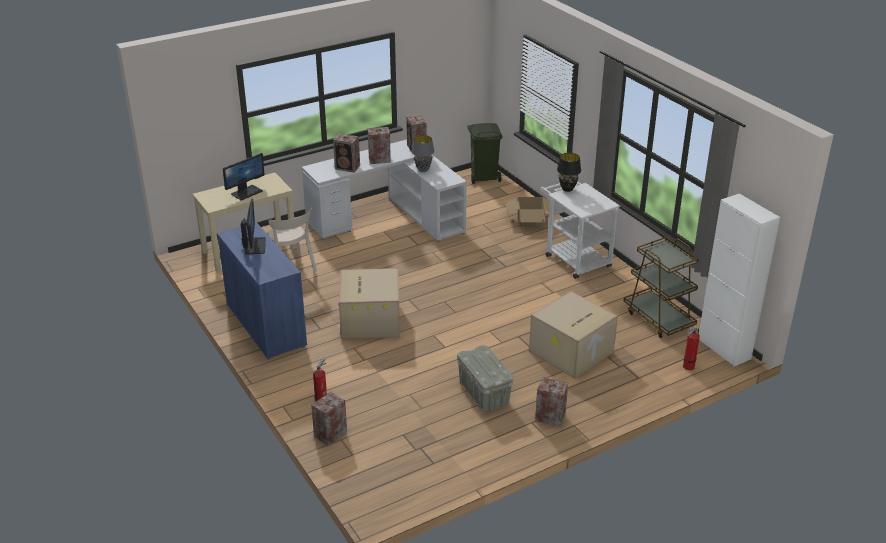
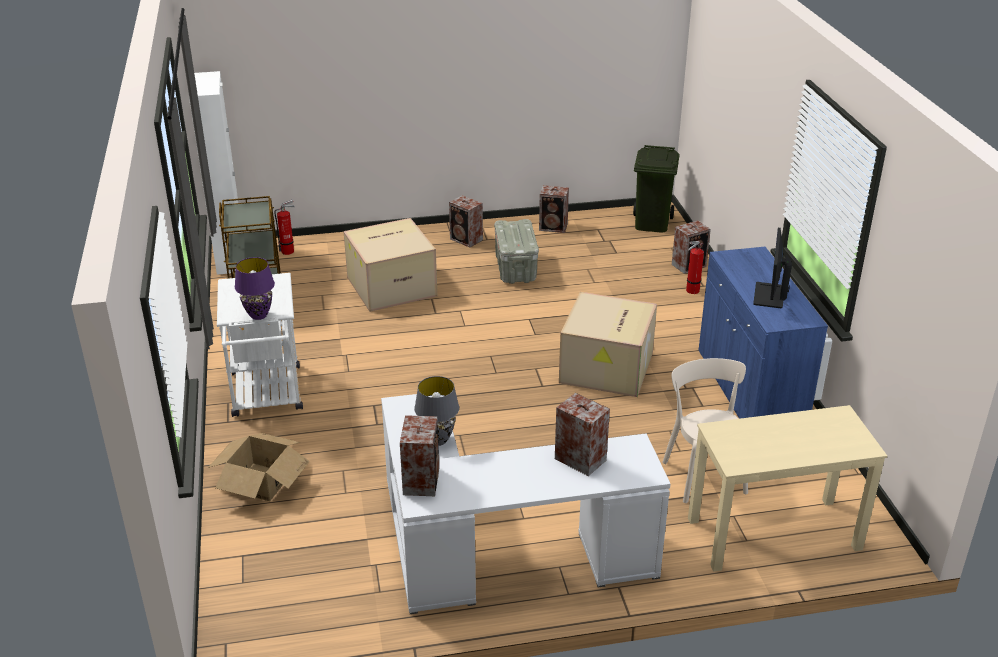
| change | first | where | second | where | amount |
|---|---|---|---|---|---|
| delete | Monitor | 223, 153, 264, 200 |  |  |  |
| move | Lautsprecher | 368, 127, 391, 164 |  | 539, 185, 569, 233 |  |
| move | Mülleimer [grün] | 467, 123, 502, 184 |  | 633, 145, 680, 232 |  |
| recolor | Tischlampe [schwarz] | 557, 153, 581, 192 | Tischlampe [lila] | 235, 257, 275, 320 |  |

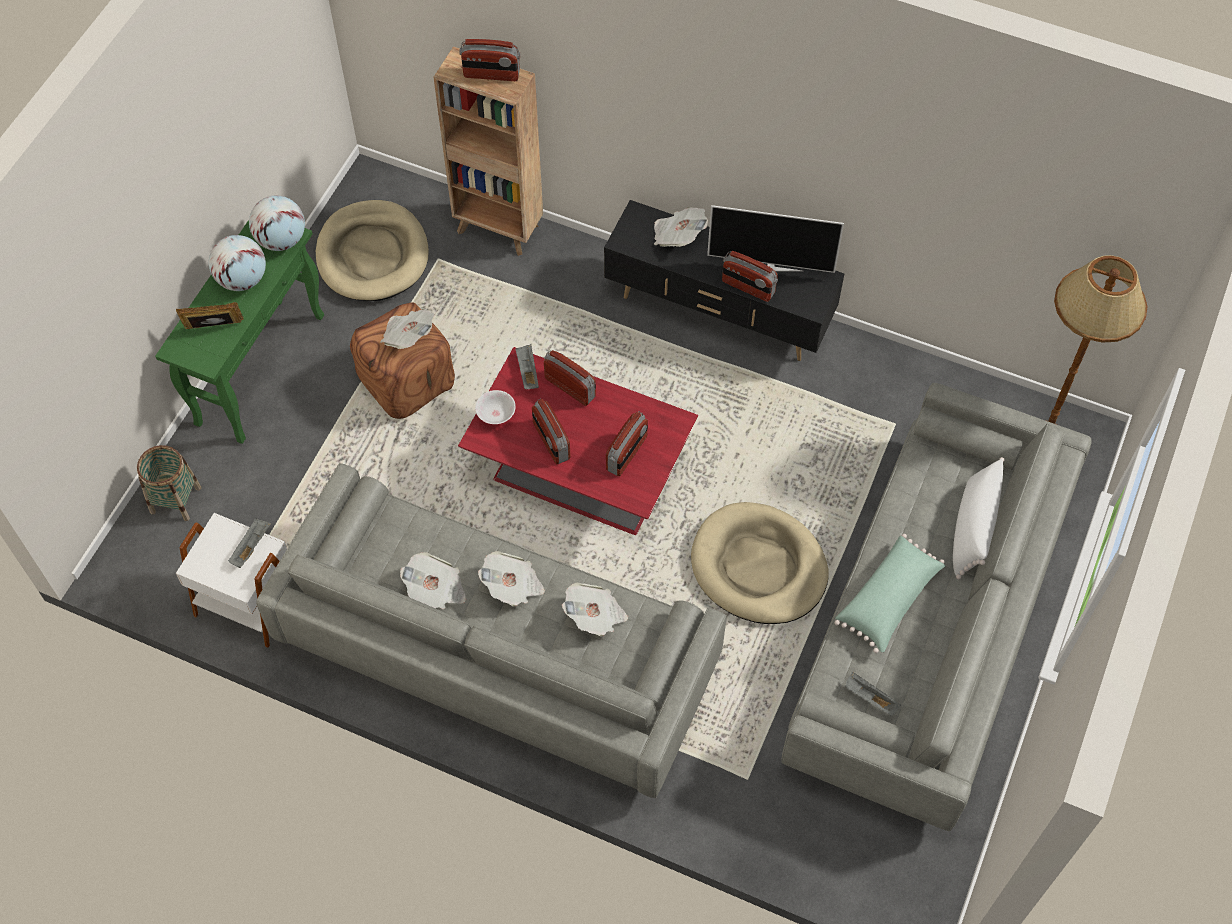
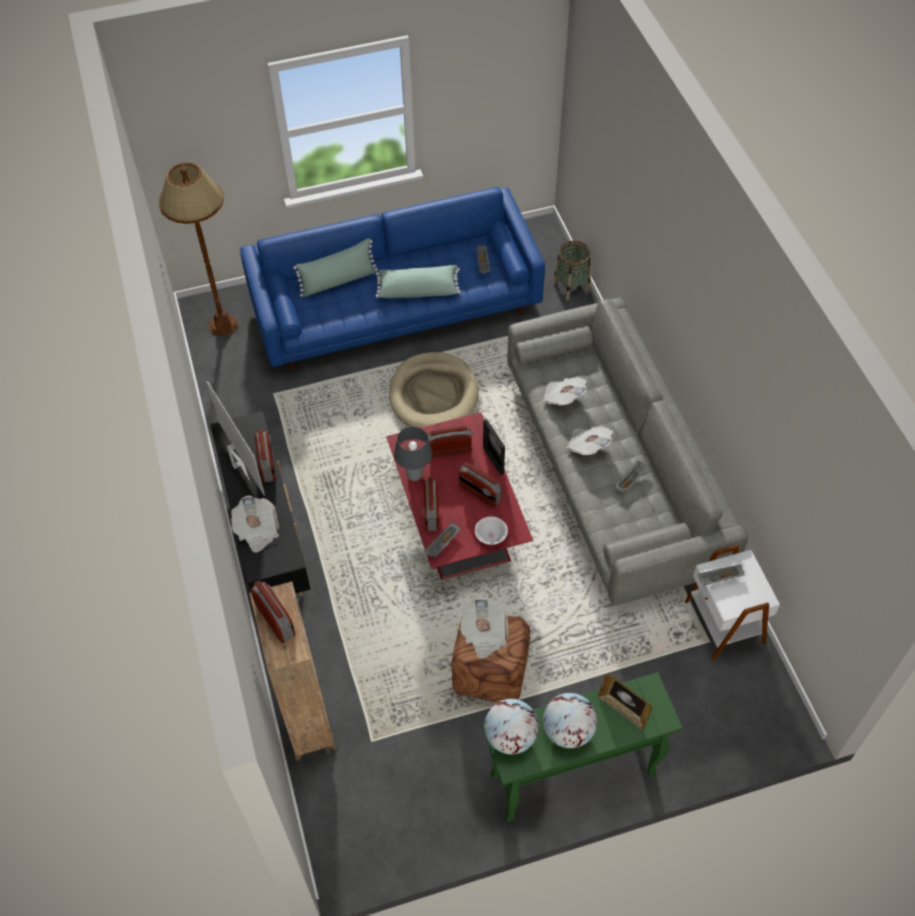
| change | first | where | second | where | amount |
|---|---|---|---|---|---|
| delete | Hundebett [beige] | 316, 200, 429, 301 |  |  |  |
| insert |  |  | Tischlampe [grau] | 394, 426, 432, 481 |  |
| insert |  |  | Bilderrahmen | 483, 419, 505, 475 |  |
| move | Korb | 137, 445, 201, 521 |  | 553, 241, 590, 300 |  |
| replace | Zeitung | 400, 552, 466, 609 | Tablett [grau] | 614, 461, 649, 492 |  |
| recolor | Sofa [grau] | 781, 383, 1092, 831 | Sofa [blau] | 240, 187, 545, 370 |  |
| recolor | Kissen [weiß] | 953, 457, 1004, 579 | Kissen [grün] | 293, 238, 378, 297 |  |
| rotate | Radio | 532, 398, 571, 464 |  | 459, 463, 502, 508 | 105 degrees clockwise |

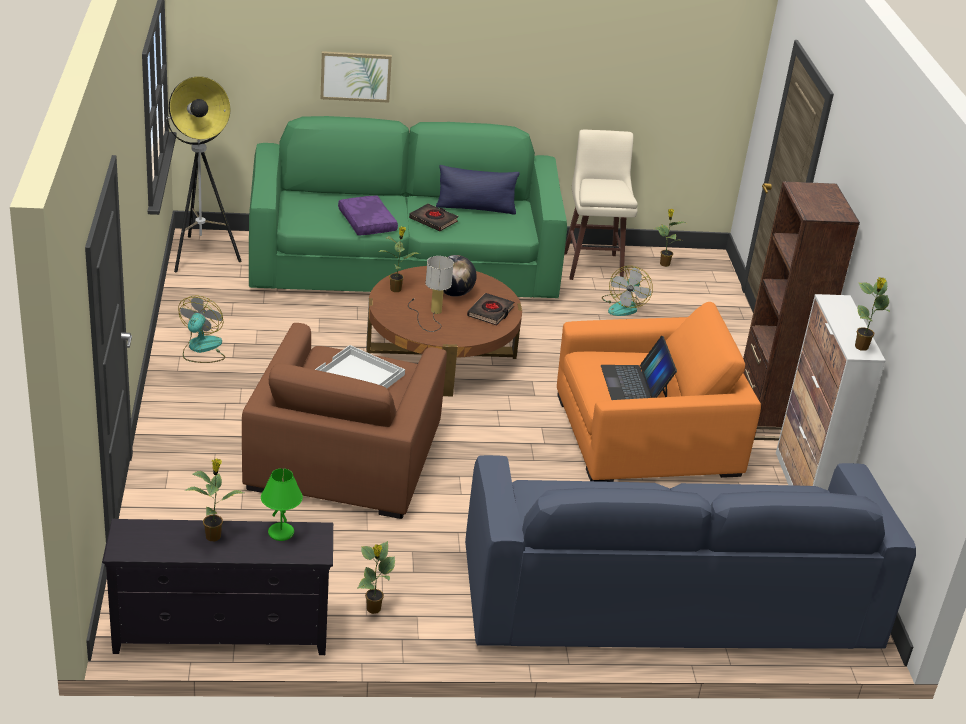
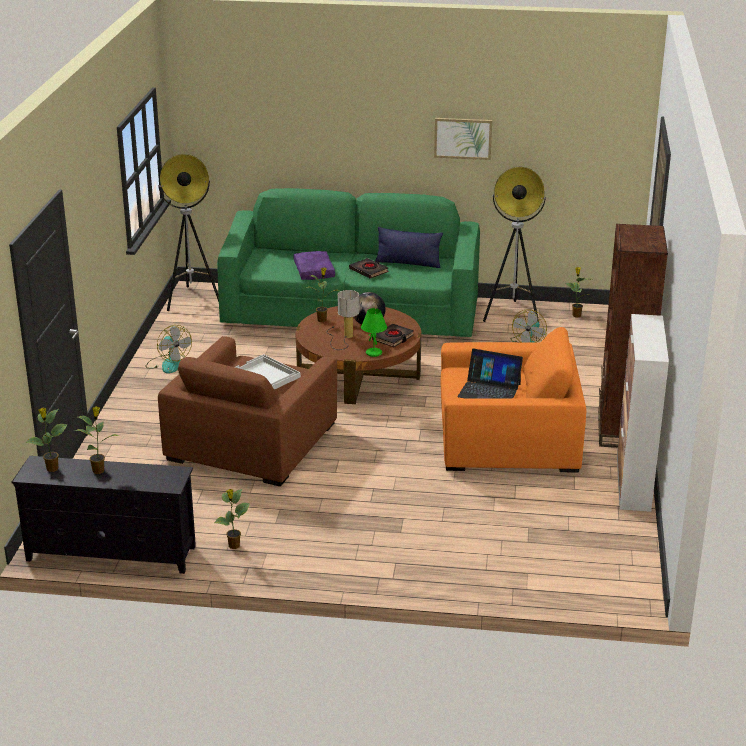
| change | first | where | second | where | amount |
|---|---|---|---|---|---|
| delete | Sofa [blau] | 465, 455, 916, 649 |  |  |  |
| move | Tischlampe [grün] | 261, 468, 303, 541 |  | 361, 308, 387, 357 |  |
| move | Bild | 321, 51, 392, 103 |  | 434, 118, 492, 160 |  |
| move | Topfpflanze | 855, 277, 891, 351 |  | 25, 408, 68, 472 |  |
| replace | Hocker [beige] | 564, 130, 638, 280 | Stehlampe | 483, 167, 546, 322 |  |
| rotate | Ventilator | 178, 296, 225, 363 |  | 146, 325, 192, 374 | 120 degrees clockwise |
| rotate | Laptop | 601, 336, 677, 400 |  | 457, 349, 523, 399 | 75 degrees counterclockwise |

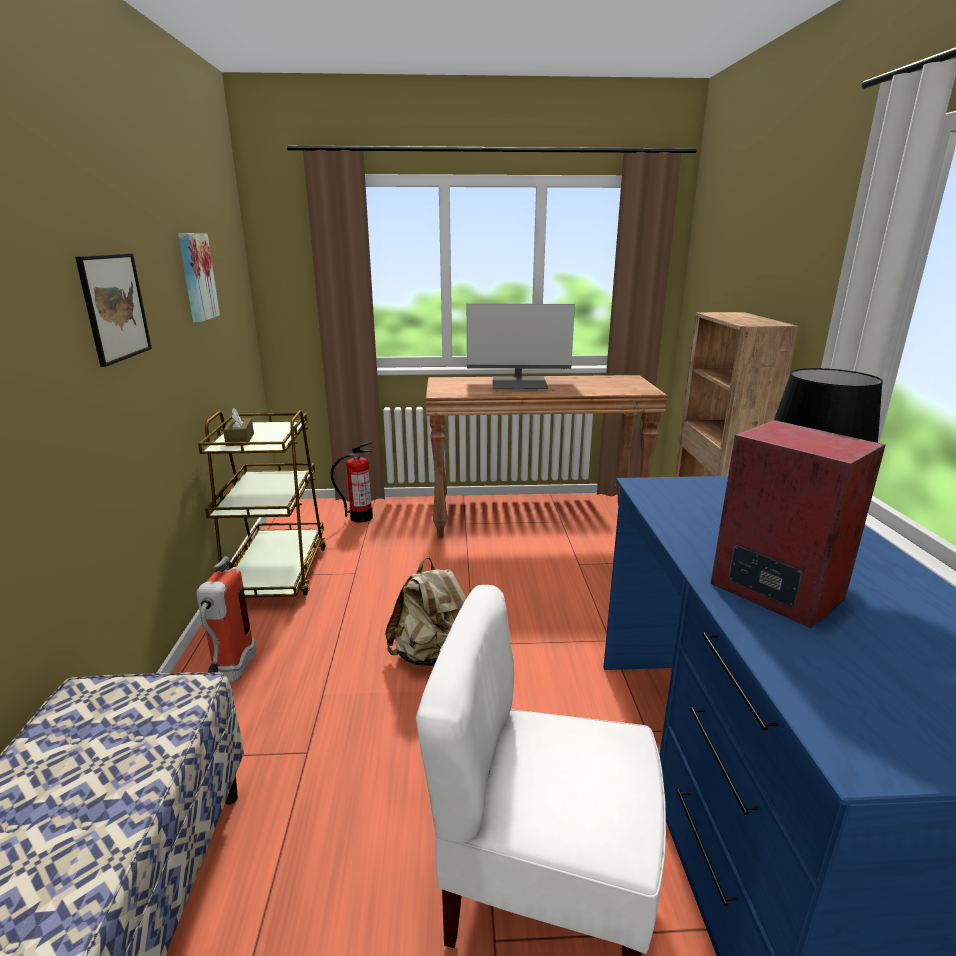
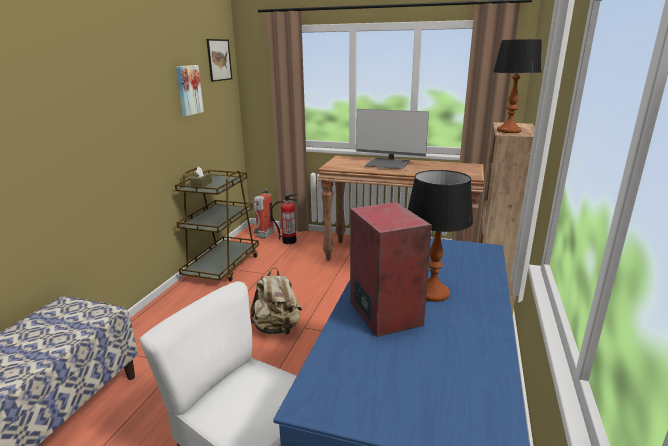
| change | first | where | second | where | amount |
|---|---|---|---|---|---|
| insert |  |  | Tischlampe | 493, 39, 542, 133 |  |
| move | Bild | 75, 254, 152, 367 |  | 206, 39, 232, 82 |  |
| move | Feuerlöscher | 196, 556, 256, 682 |  | 254, 189, 275, 238 |  |

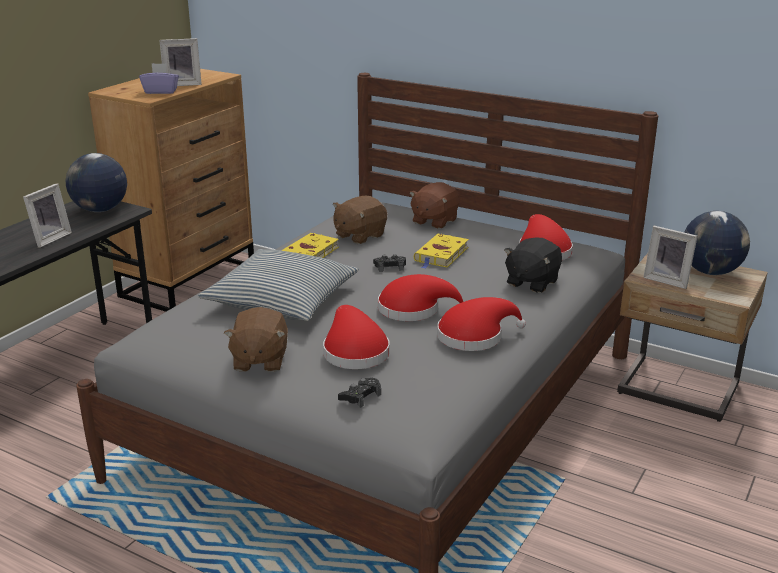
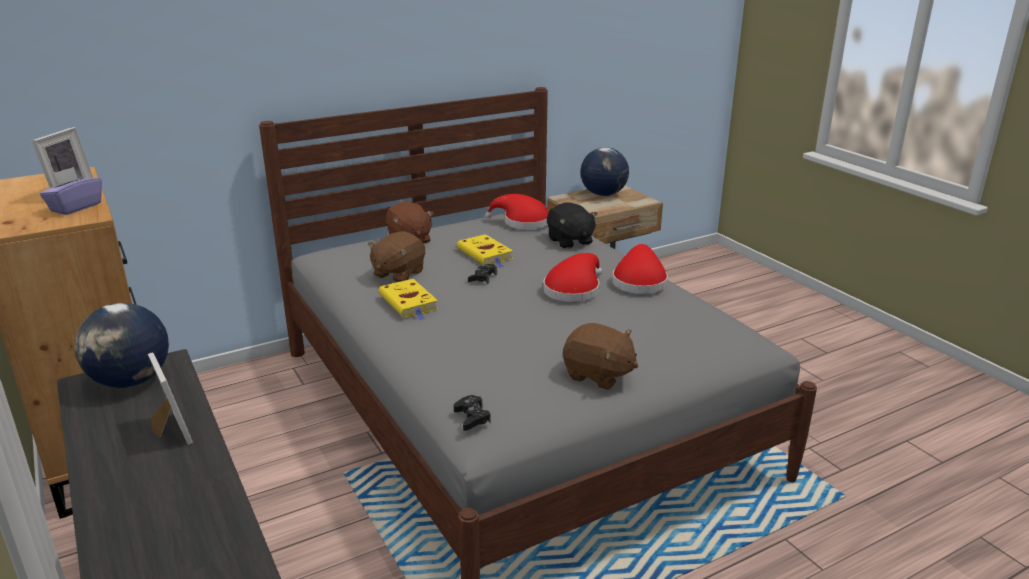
| change | first | where | second | where | amount |
|---|---|---|---|---|---|
| delete | Kissen | 198, 249, 359, 321 |  |  |  |
| delete | Hut [rot] | 323, 305, 390, 369 |  |  |  |
| delete | Bilderrahmen | 643, 226, 698, 289 |  |  |  |
| move | Gamepad [schwarz] | 338, 378, 381, 408 |  | 454, 395, 491, 431 |  |
| rotate | Plüschtier [braun] | 333, 195, 387, 244 |  | 368, 231, 425, 282 | 45 degrees clockwise |

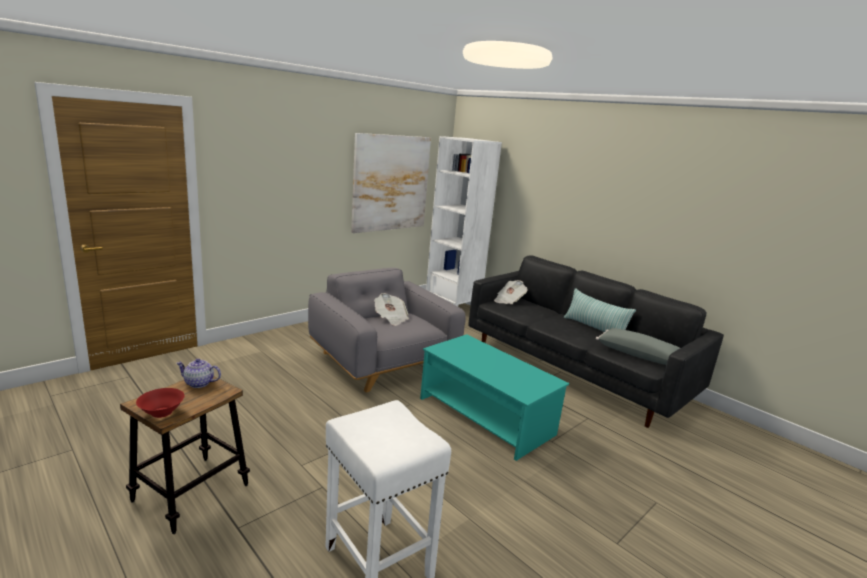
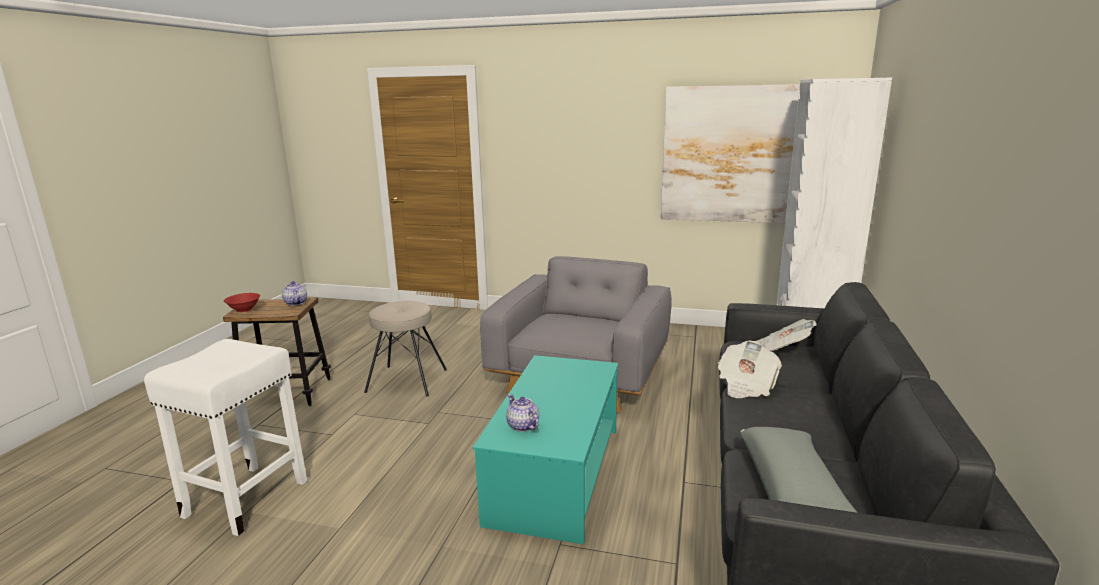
| change | first | where | second | where | amount |
|---|---|---|---|---|---|
| delete | Kissen | 564, 288, 636, 332 |  |  |  |
| insert |  |  | Hocker [beige] | 364, 301, 447, 396 |  |
| insert |  |  | Teekanne | 506, 394, 539, 432 |  |
| move | Zeitung | 374, 293, 409, 326 |  | 717, 341, 782, 398 |  |

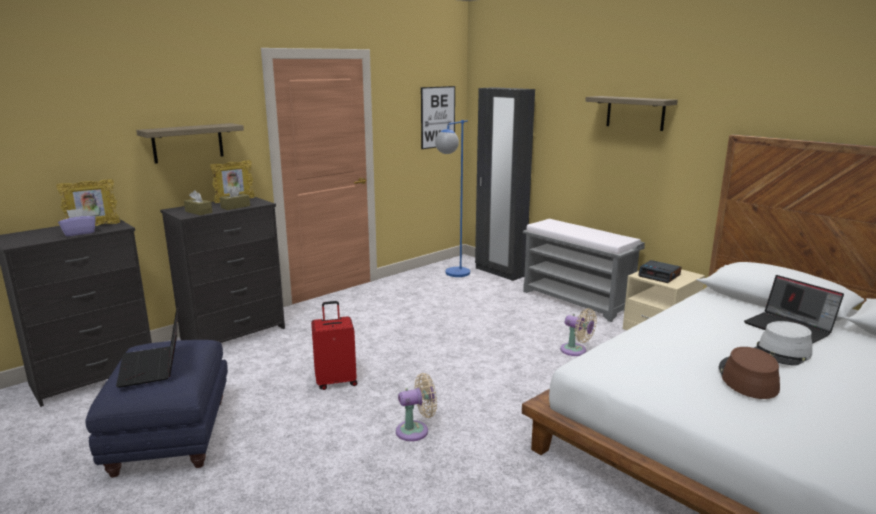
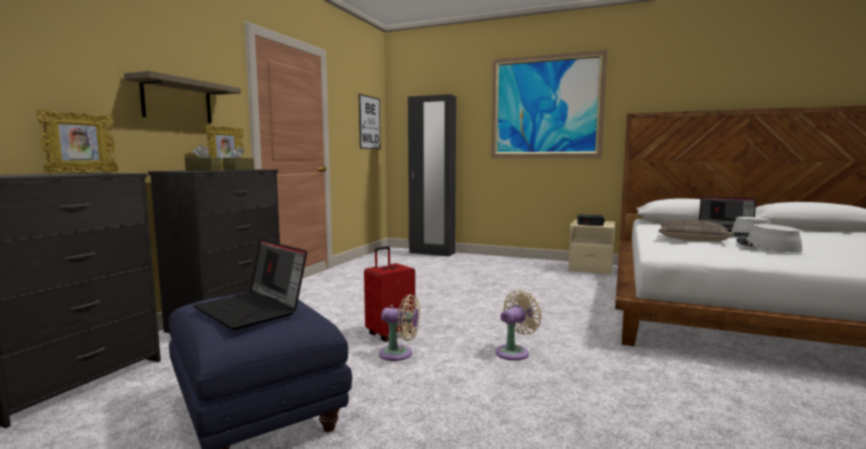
| change | first | where | second | where | amount |
|---|---|---|---|---|---|
| delete | Taschentuchbox [lila] | 58, 208, 96, 237 |  |  |  |
| delete | Stehlampe [blau] | 435, 120, 470, 277 |  |  |  |
| delete | Bank [grau] | 523, 219, 645, 322 |  |  |  |
| insert |  |  | Kissen | 658, 220, 733, 241 |  |
| move | Ventilator [beige] | 560, 308, 597, 356 |  | 379, 294, 420, 361 |  |
| replace | Wandregal | 585, 96, 678, 131 | Bild | 491, 50, 608, 159 |  |
| recolor | Hut [braun] | 719, 347, 780, 399 | Hut [grau] | 736, 224, 802, 252 |  |

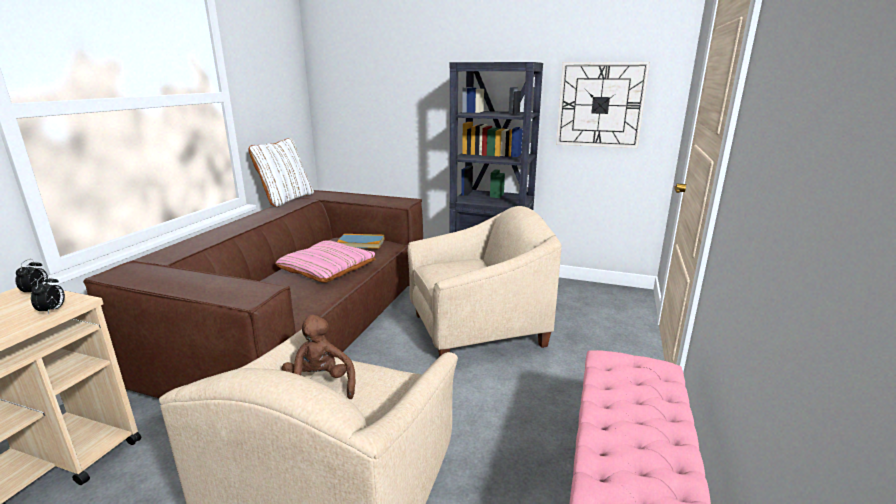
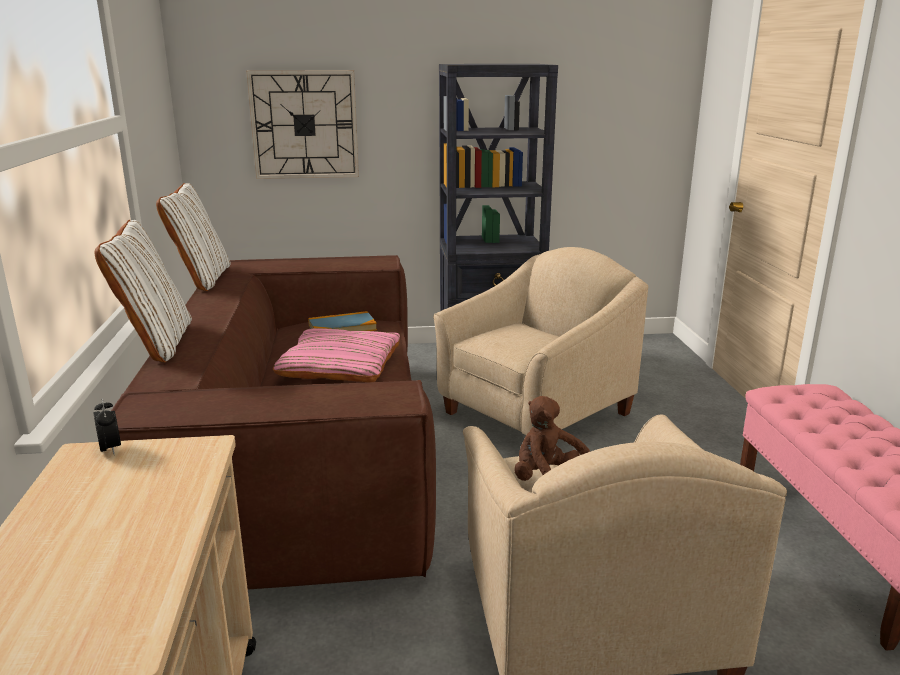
| change | first | where | second | where | amount |
|---|---|---|---|---|---|
| delete | Wecker | 31, 275, 65, 314 |  |  |  |
| insert |  |  | Kissen [weiß] | 95, 220, 192, 362 |  |
| move | Wanduhr | 556, 62, 650, 148 |  | 246, 70, 359, 179 |  |

